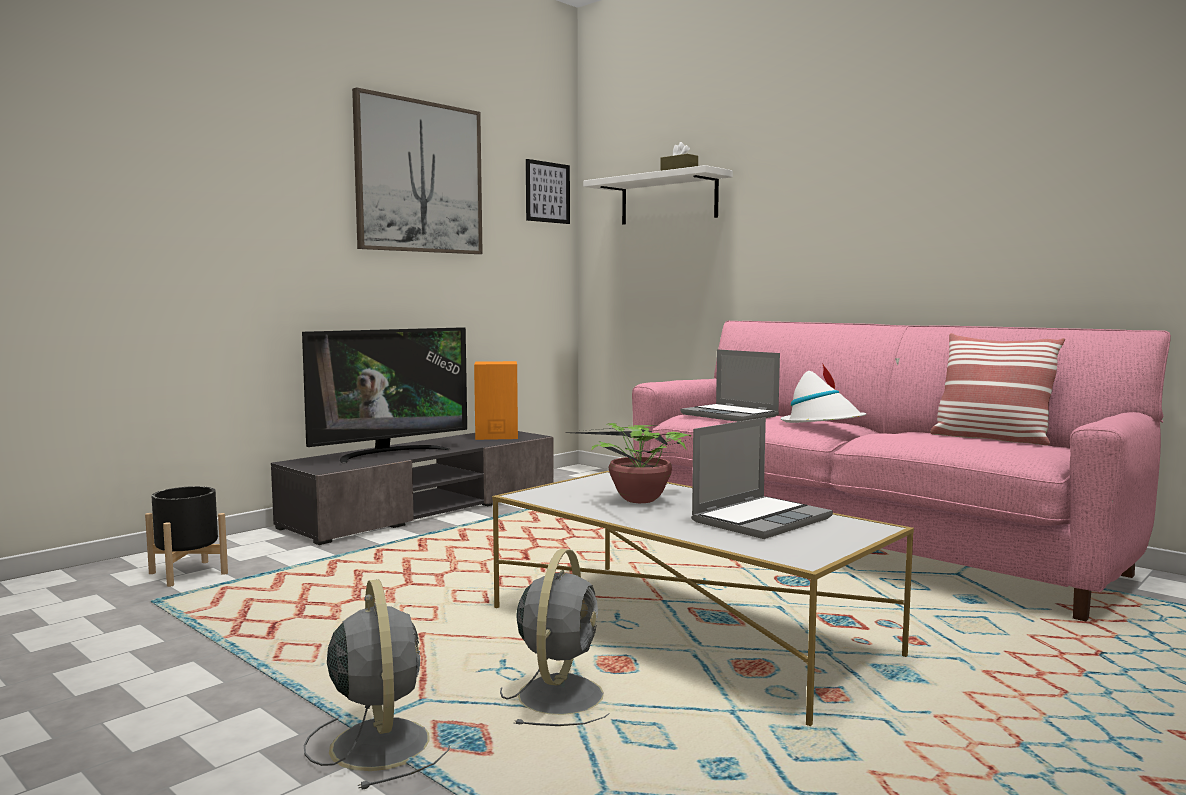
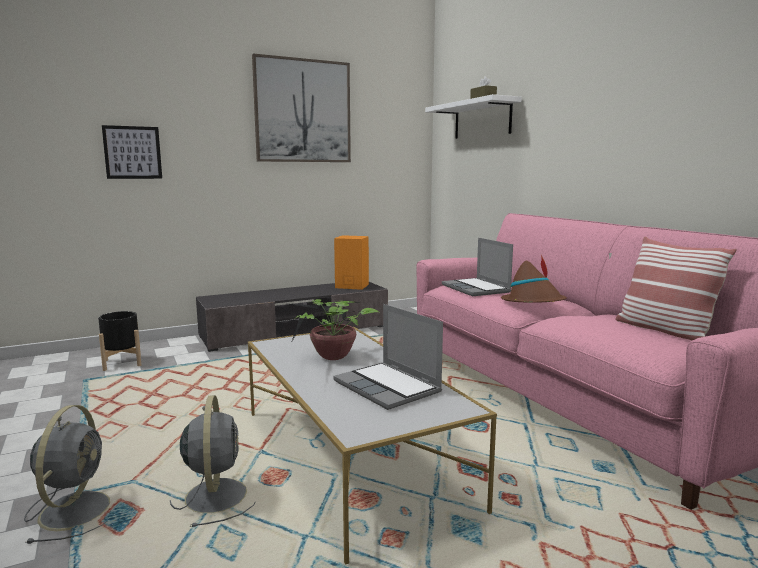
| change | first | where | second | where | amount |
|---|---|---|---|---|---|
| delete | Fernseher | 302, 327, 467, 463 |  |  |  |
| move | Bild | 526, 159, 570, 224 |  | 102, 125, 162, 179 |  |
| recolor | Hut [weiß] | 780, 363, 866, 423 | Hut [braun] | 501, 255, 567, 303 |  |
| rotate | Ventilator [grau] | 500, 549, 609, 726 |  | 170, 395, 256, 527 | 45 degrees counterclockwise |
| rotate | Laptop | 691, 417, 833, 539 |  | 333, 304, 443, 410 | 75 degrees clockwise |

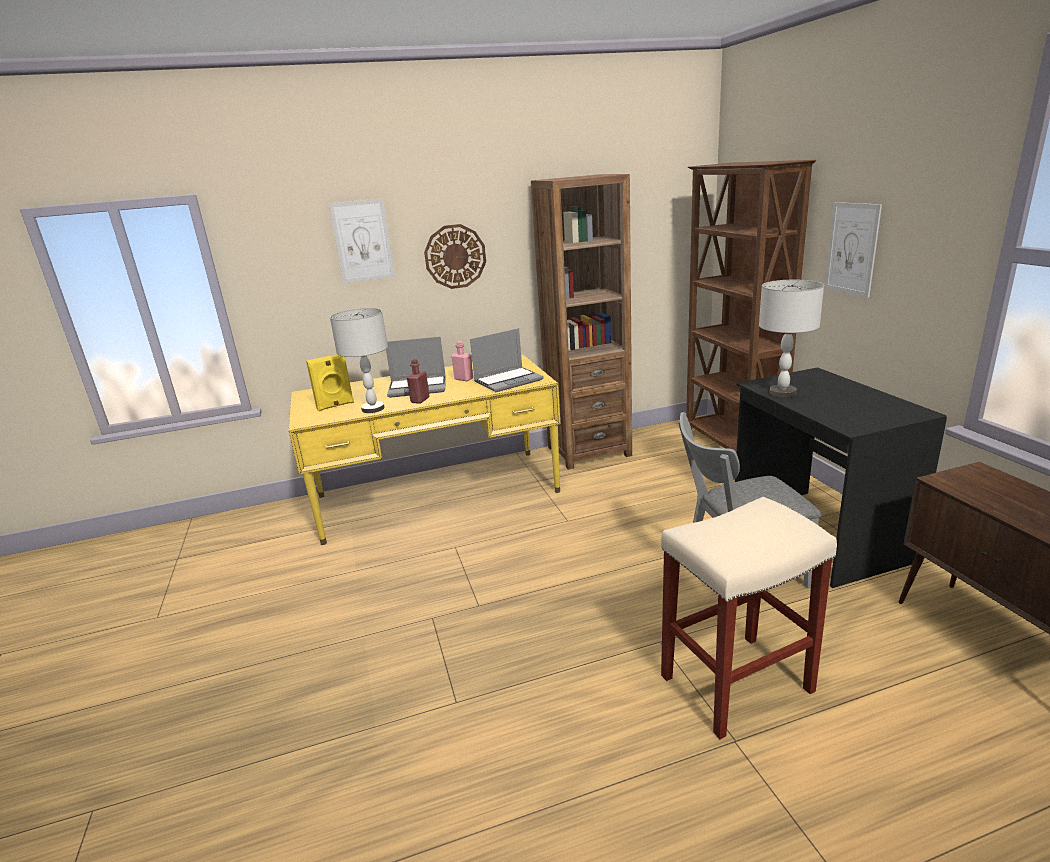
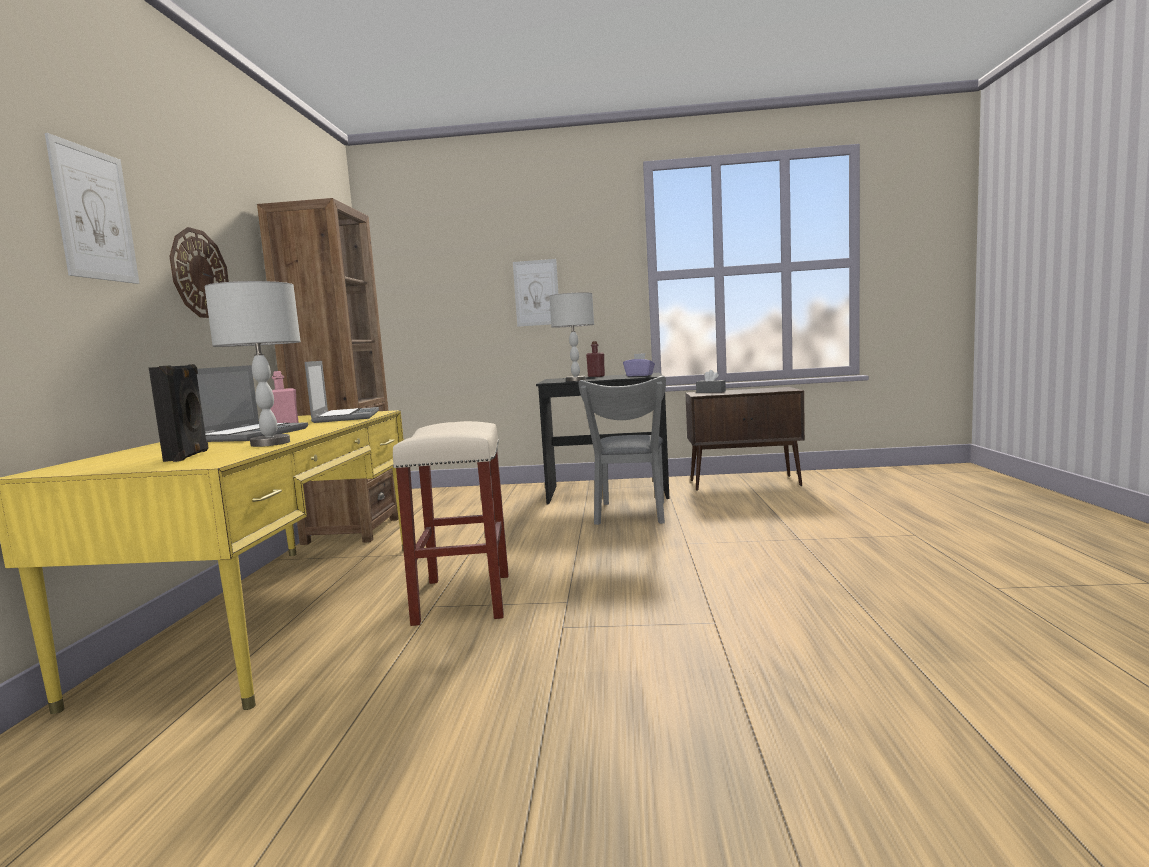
| change | first | where | second | where | amount |
|---|---|---|---|---|---|
| delete | Bücherregal [braun] | 686, 160, 816, 453 |  |  |  |
| insert |  |  | Taschentuchbox [lila] | 623, 353, 655, 376 |  |
| insert |  |  | Taschentuchbox [grau] | 696, 370, 726, 393 |  |
| move | Flasche [rot] | 407, 359, 430, 404 |  | 586, 341, 605, 377 |  |
| move | Hocker [beige] | 661, 497, 837, 739 |  | 393, 421, 509, 626 |  |
| recolor | Lautsprecher [gelb] | 306, 354, 354, 411 | Lautsprecher [schwarz] | 149, 364, 208, 462 |  |

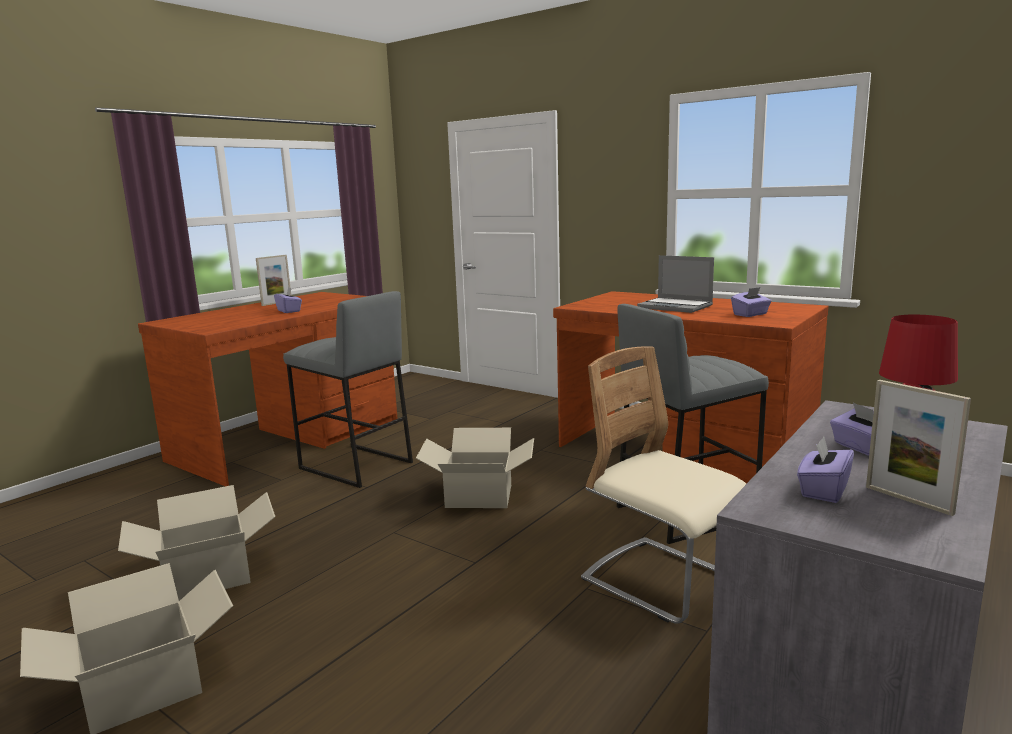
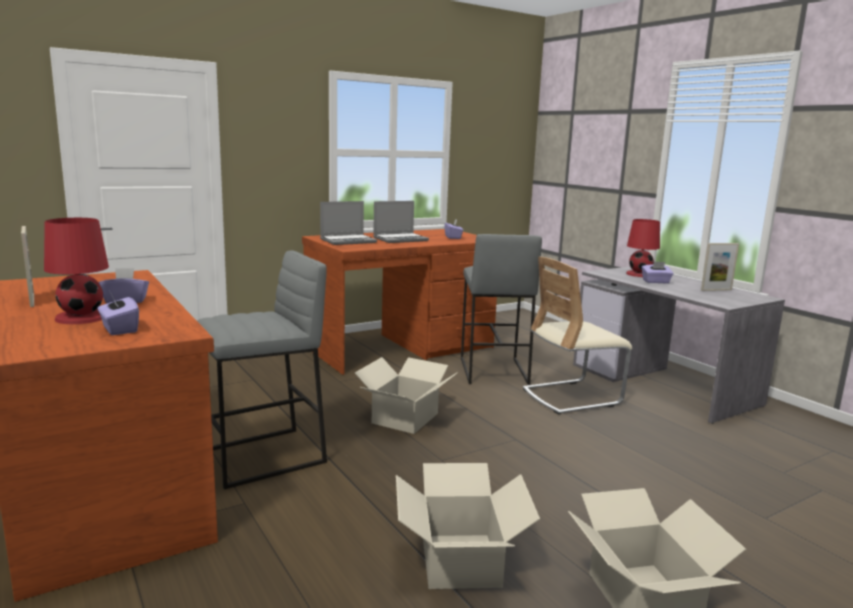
| change | first | where | second | where | amount |
|---|---|---|---|---|---|
| insert |  |  | Tischlampe [rot] | 44, 218, 109, 324 |  |
| insert |  |  | Laptop | 320, 201, 377, 245 |  |
| move | Taschentuchbox [lila] | 797, 437, 854, 503 |  | 98, 290, 139, 335 |  |

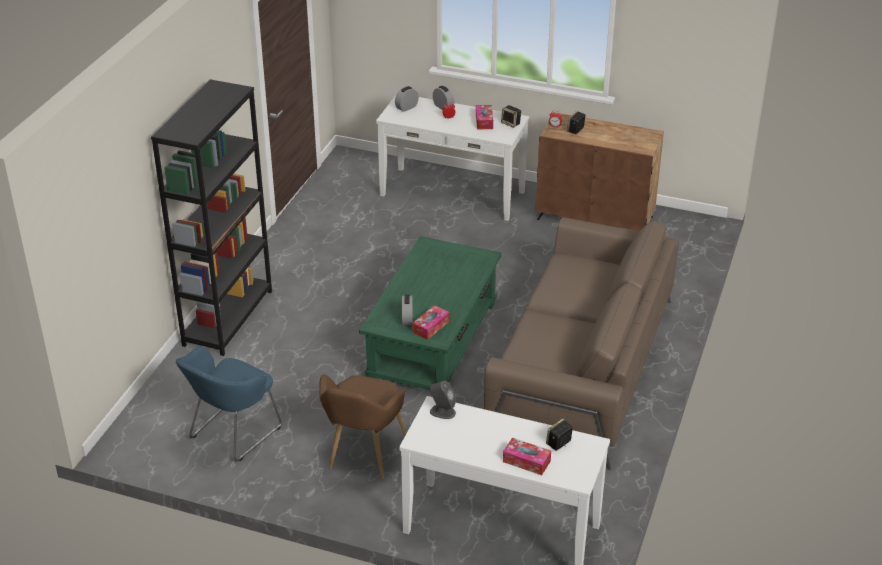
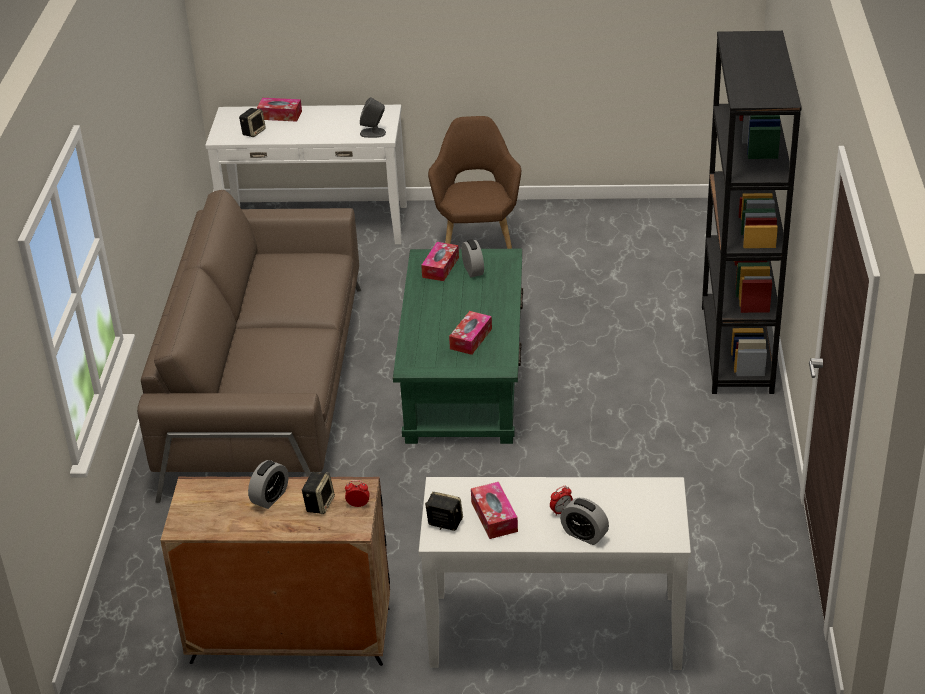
| change | first | where | second | where | amount |
|---|---|---|---|---|---|
| delete | Sessel [blau] | 176, 346, 282, 461 |  |  |  |
| insert |  |  | Taschentuchbox | 449, 311, 492, 355 |  |
| move | Wecker | 395, 86, 419, 112 |  | 248, 460, 288, 509 |  |

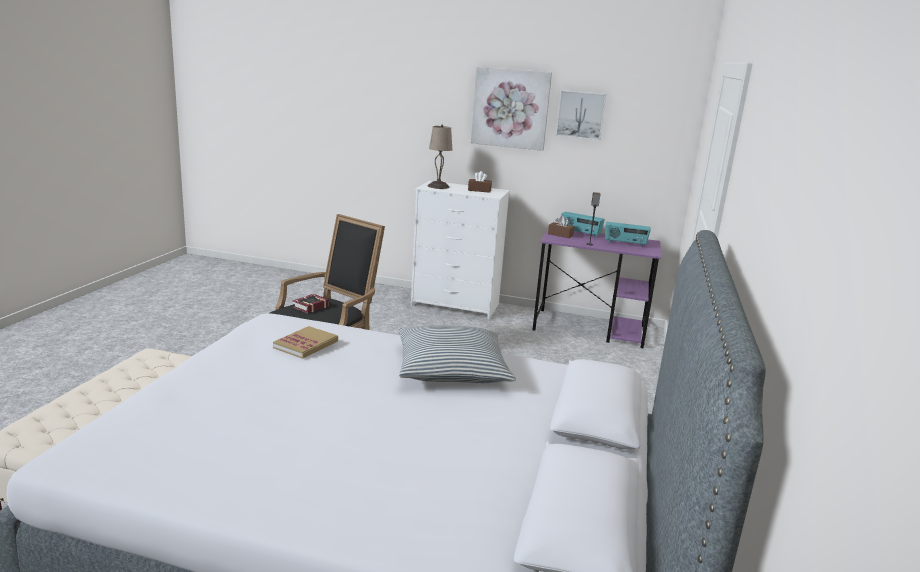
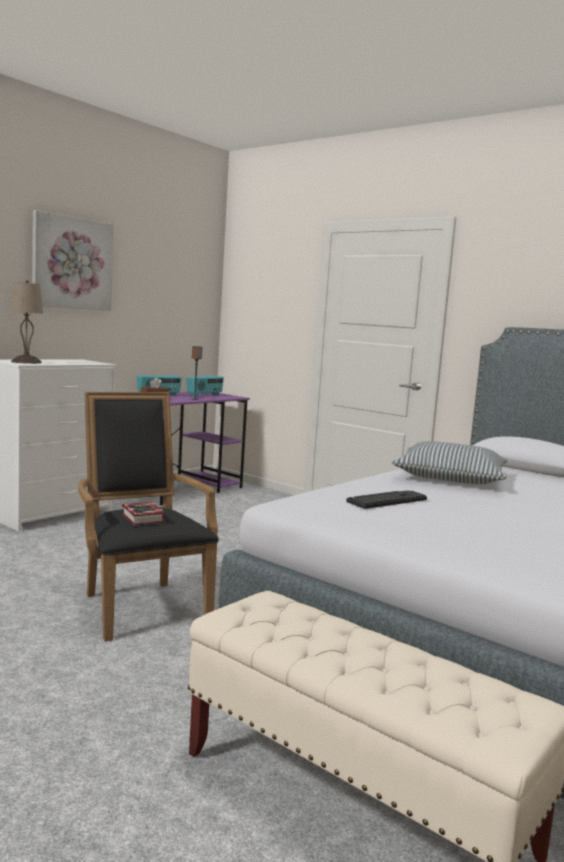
| change | first | where | second | where | amount |
|---|---|---|---|---|---|
| delete | Taschentuchbox [braun] | 468, 171, 492, 193 |  |  |  |
| delete | Bild | 556, 90, 606, 140 |  |  |  |
| replace | Buch | 273, 326, 338, 359 | Tastatur | 346, 491, 427, 509 |  |

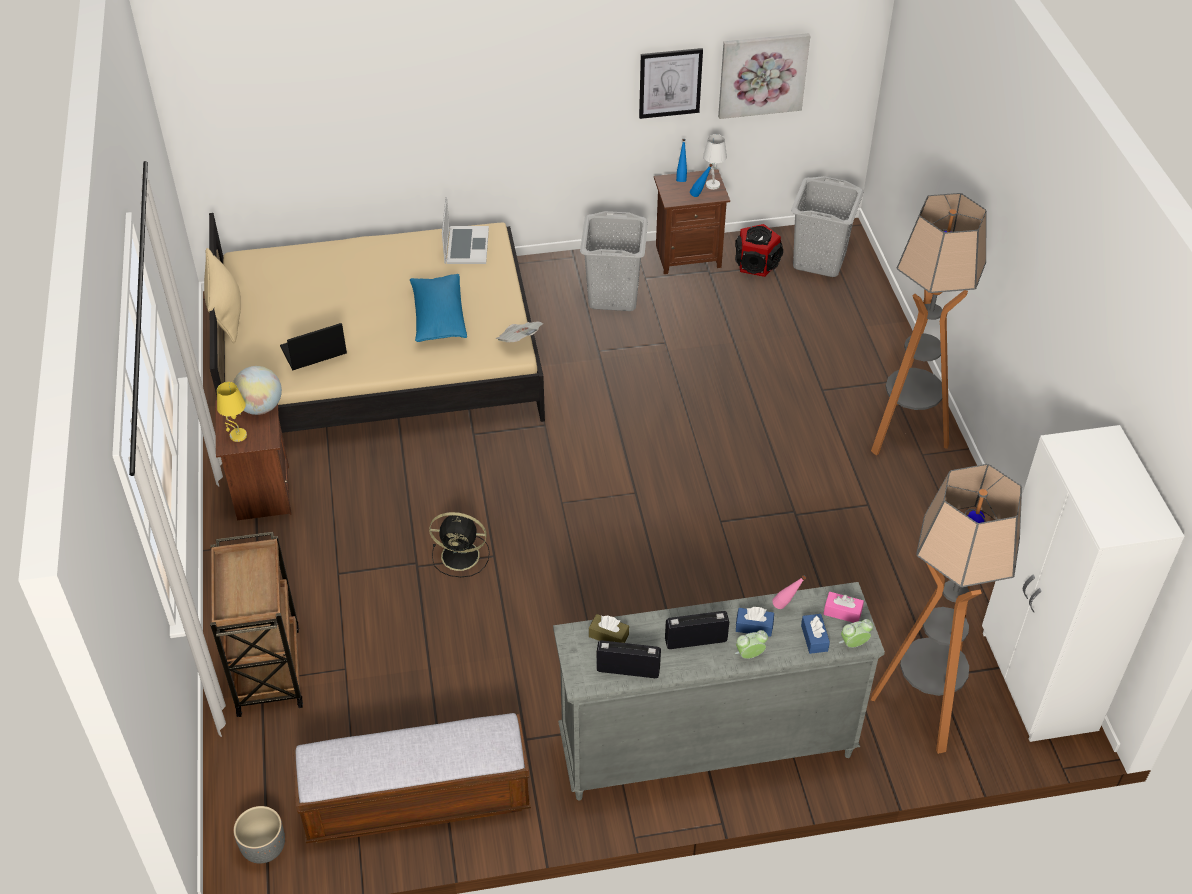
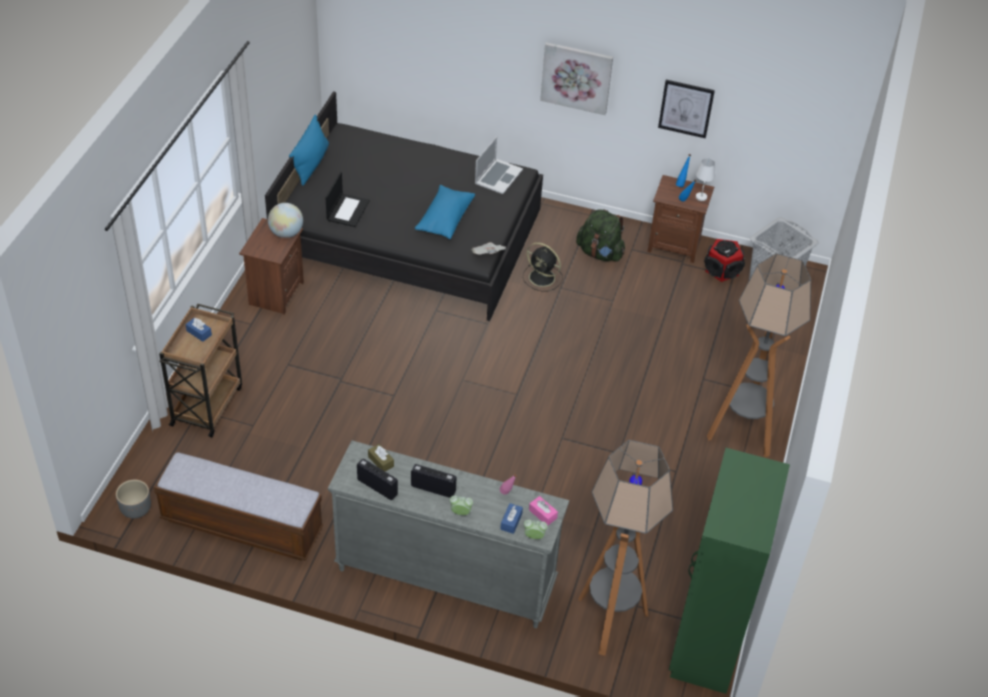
| change | first | where | second | where | amount |
|---|---|---|---|---|---|
| delete | Tischlampe [gelb] | 217, 382, 247, 442 |  |  |  |
| move | Ventilator [schwarz] | 429, 512, 490, 577 |  | 523, 242, 563, 291 |  |
| move | Bild | 718, 33, 810, 119 |  | 540, 42, 613, 115 |  |
| move | Taschentuchbox [blau] | 736, 607, 774, 637 |  | 186, 318, 212, 342 |  |
| replace | Wäschekorb [grau] | 580, 211, 648, 311 | Rucksack [grün] | 576, 209, 625, 262 |  |
| recolor | Kissen [beige] | 204, 248, 241, 343 | Kissen [blau] | 289, 115, 329, 186 |  |
| recolor | Bett [beige] | 209, 213, 545, 433 | Bett [schwarz] | 265, 91, 543, 321 |  |
| recolor | Kleiderschrank [weiß] | 982, 425, 1184, 742 | Kleiderschrank [grün] | 669, 448, 790, 694 |  |
| rotate | Laptop | 280, 323, 347, 370 |  | 325, 172, 370, 227 | 105 degrees clockwise |

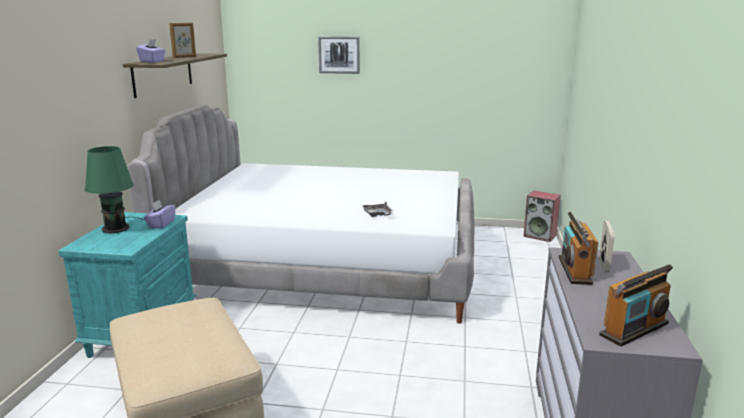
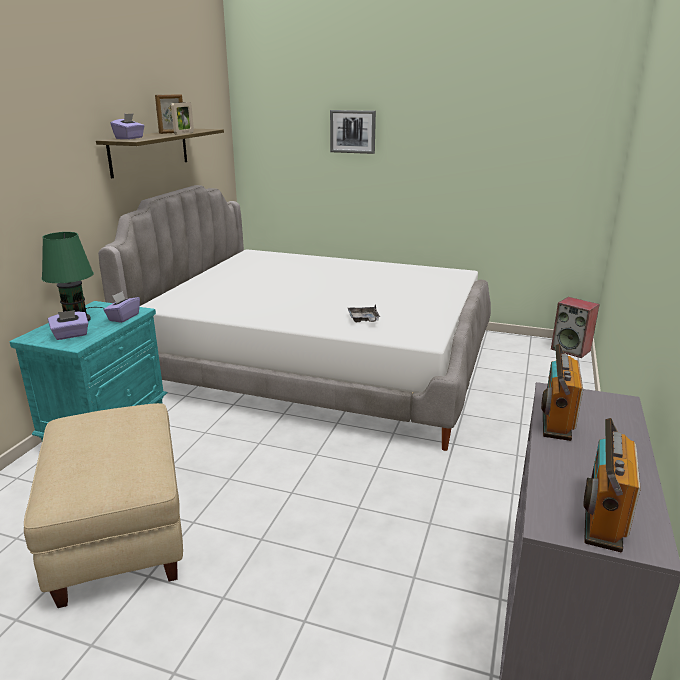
| change | first | where | second | where | amount |
|---|---|---|---|---|---|
| insert |  |  | Taschentuchbox [lila] | 48, 310, 88, 340 |  |
| move | Bilderrahmen | 599, 221, 615, 273 |  | 171, 102, 194, 135 |  |
| rotate | Radio | 599, 264, 673, 346 |  | 583, 418, 641, 552 | 135 degrees clockwise |

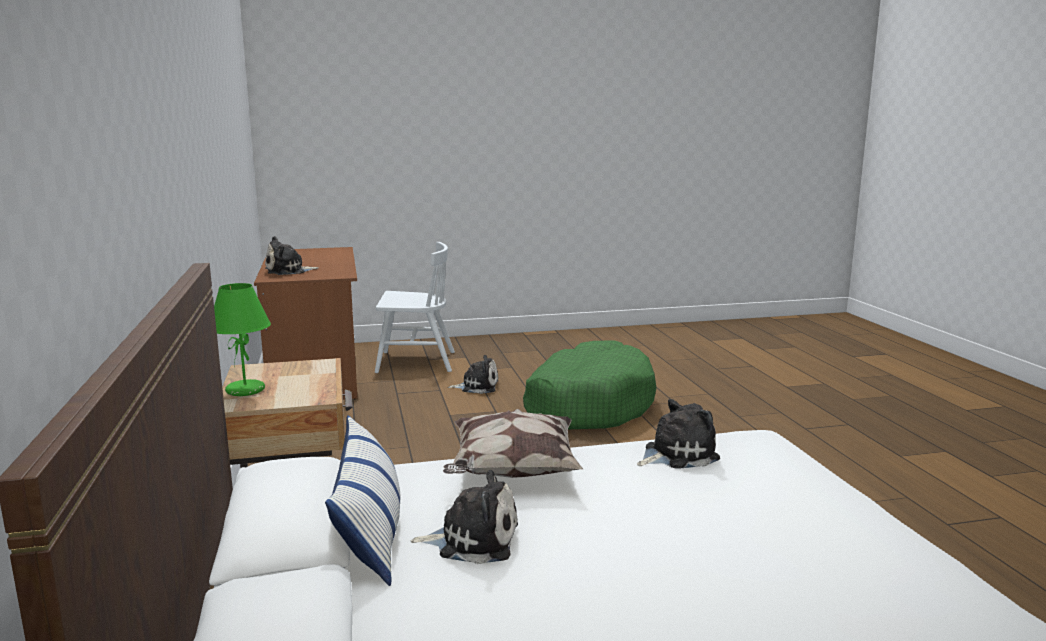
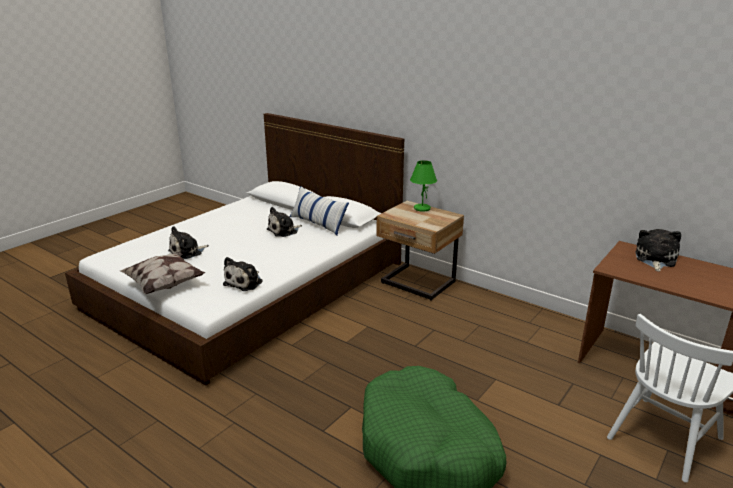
| change | first | where | second | where | amount |
|---|---|---|---|---|---|
| move | Kissen | 443, 409, 584, 478 |  | 120, 252, 205, 294 |  |
| move | Plüschtier | 448, 355, 499, 394 |  | 168, 226, 209, 259 |  |

